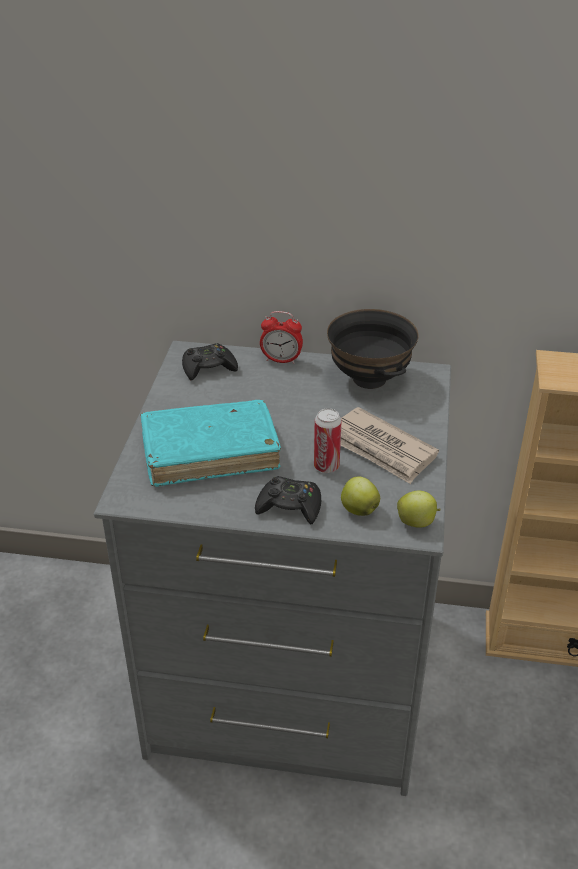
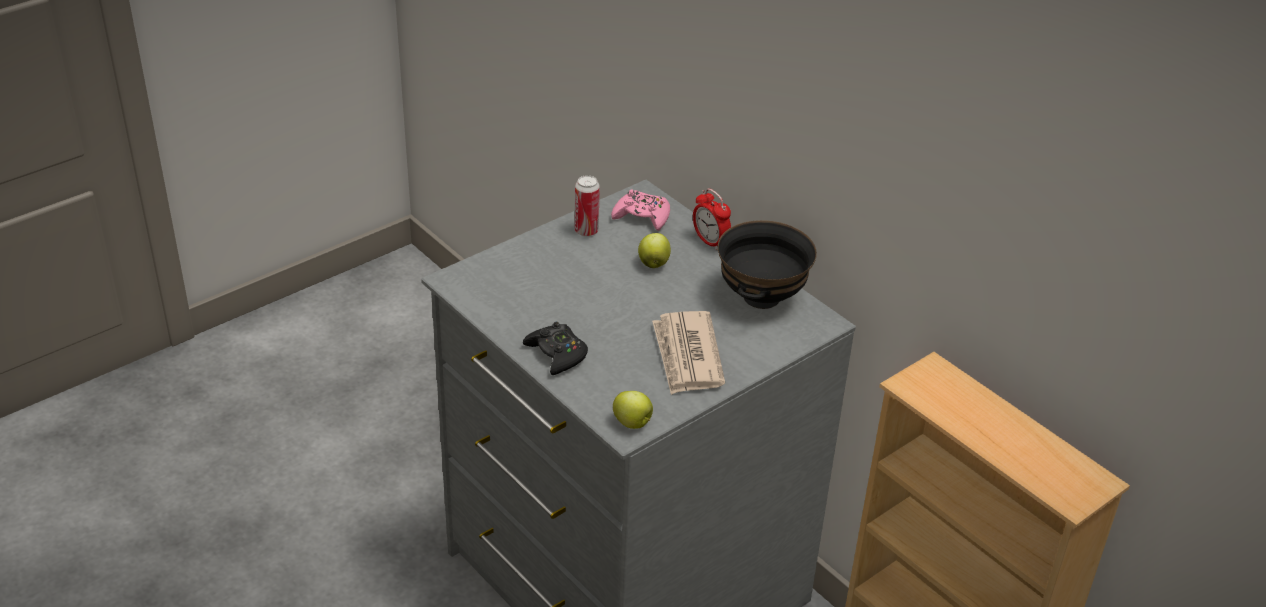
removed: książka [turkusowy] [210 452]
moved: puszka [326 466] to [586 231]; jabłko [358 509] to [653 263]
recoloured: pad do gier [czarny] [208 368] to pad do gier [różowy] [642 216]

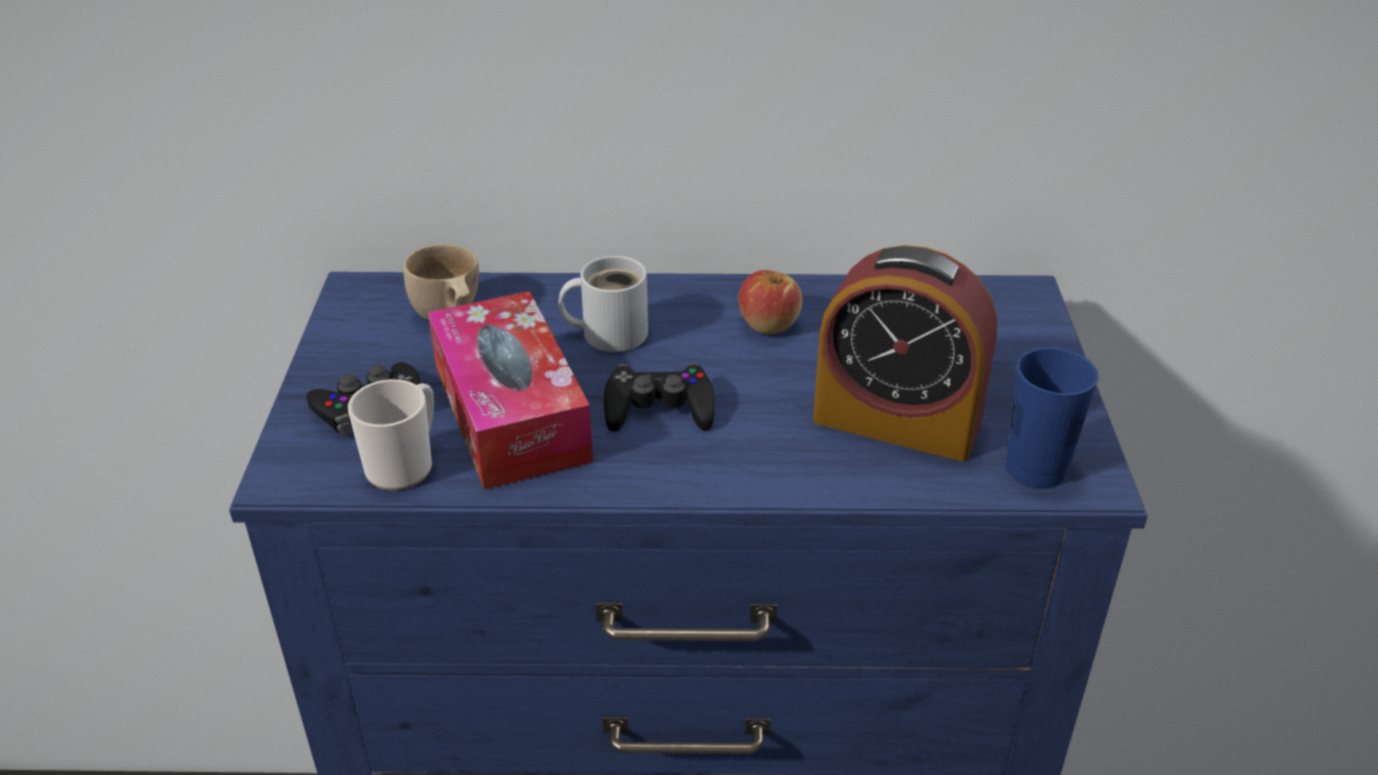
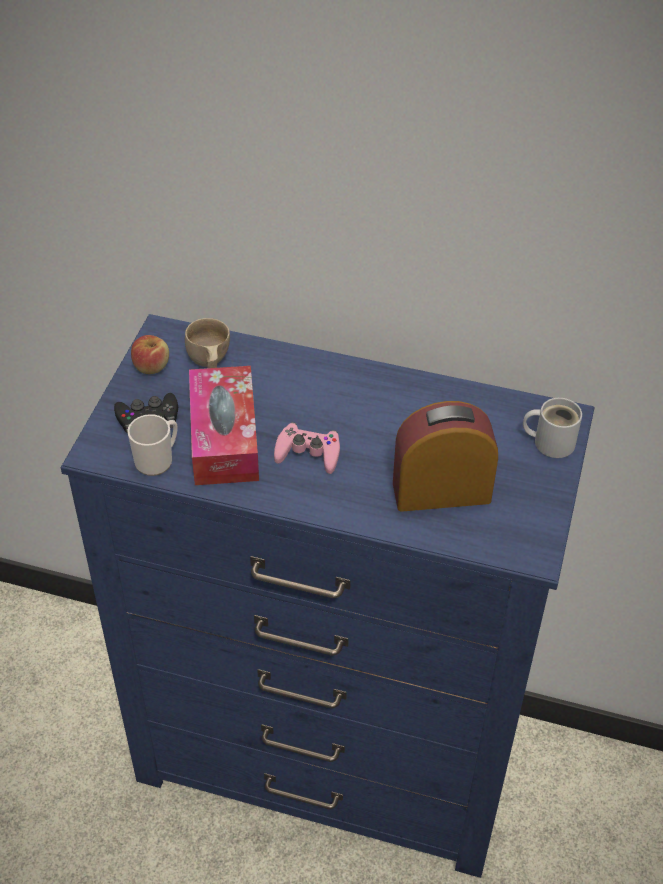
removed: filiżanka [niebieski] [1036 468]
moved: kubek [biały] [609 332] to [550 441]; jabłko [768 323] to [151 366]
recoloured: pad do gier [czarny] [659 408] to pad do gier [różowy] [308 453]
turned: budzik [896 422] = [441 492] 135 degrees clockwise

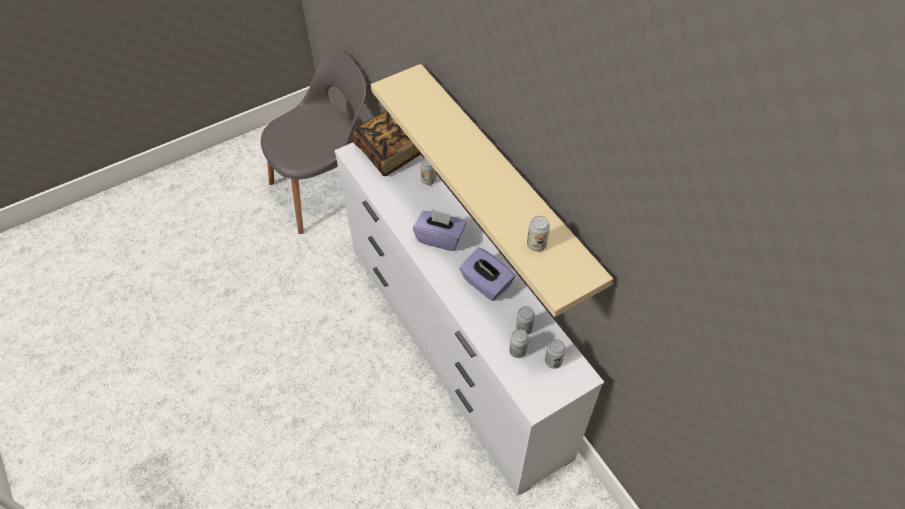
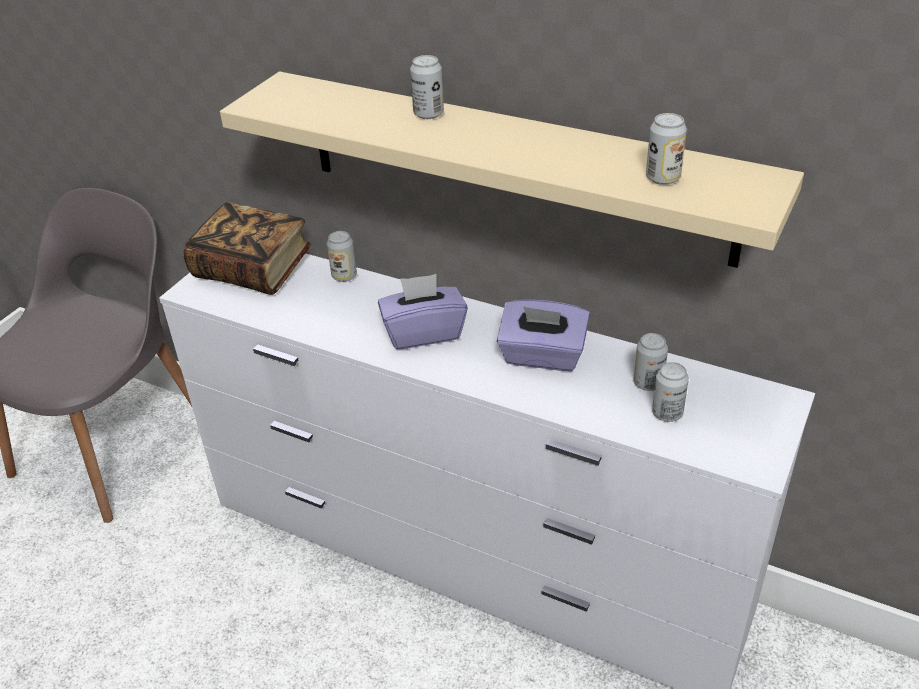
moved: puszka [553 361] to [428 114]

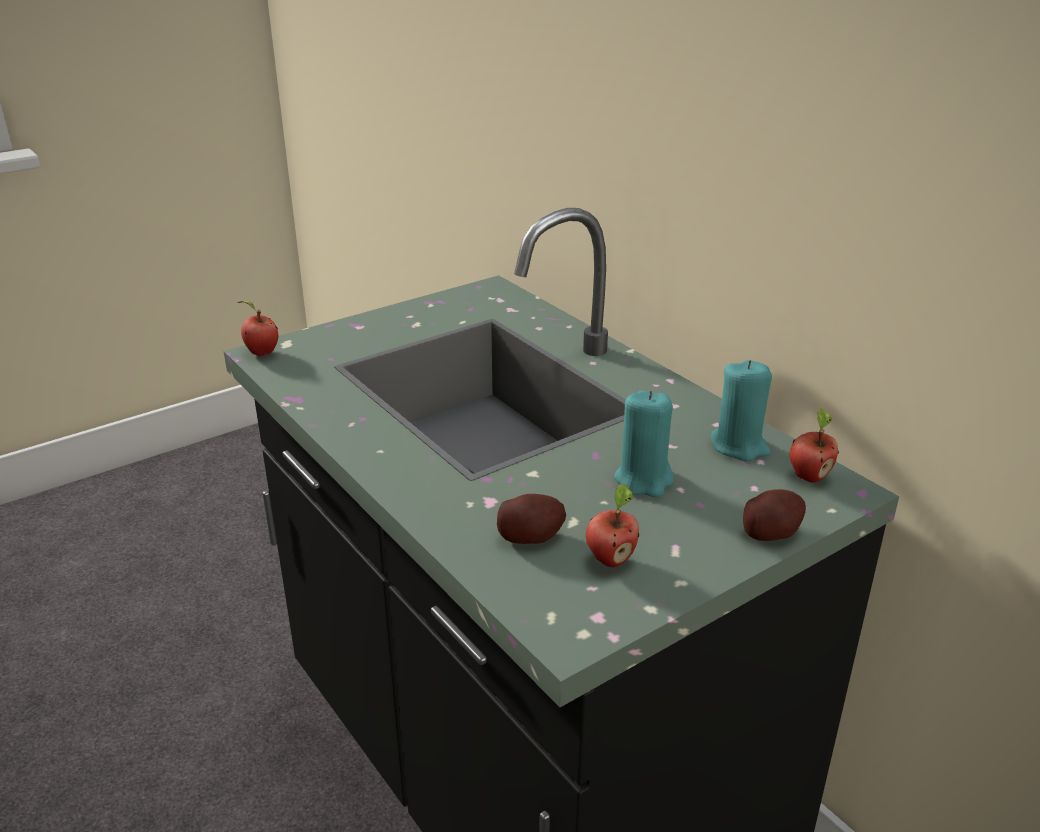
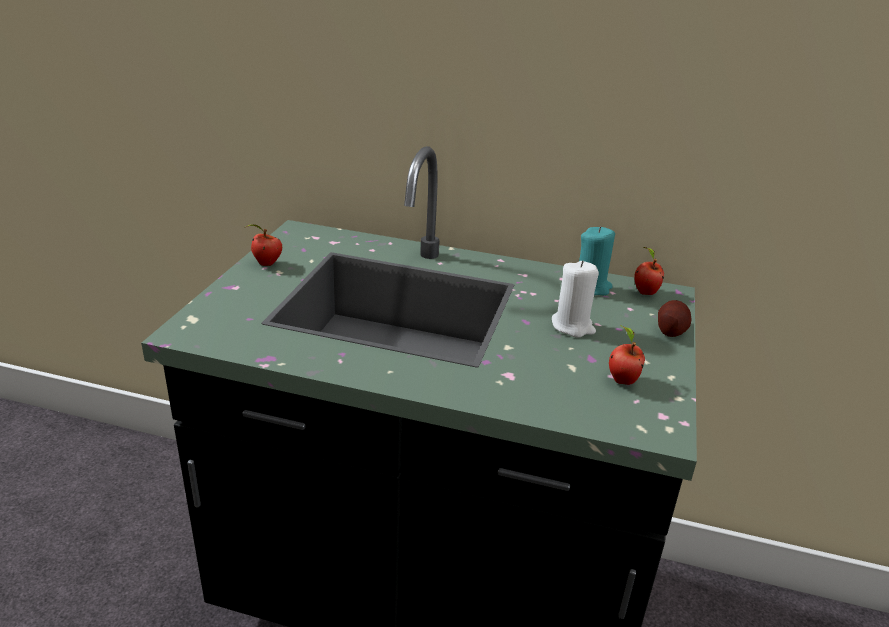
removed: ziemniak [531 536]
moved: jabłko [260 353] to [266 263]
recoloured: świeca [turkusowy] [644 480] to świeca [biały] [573 326]

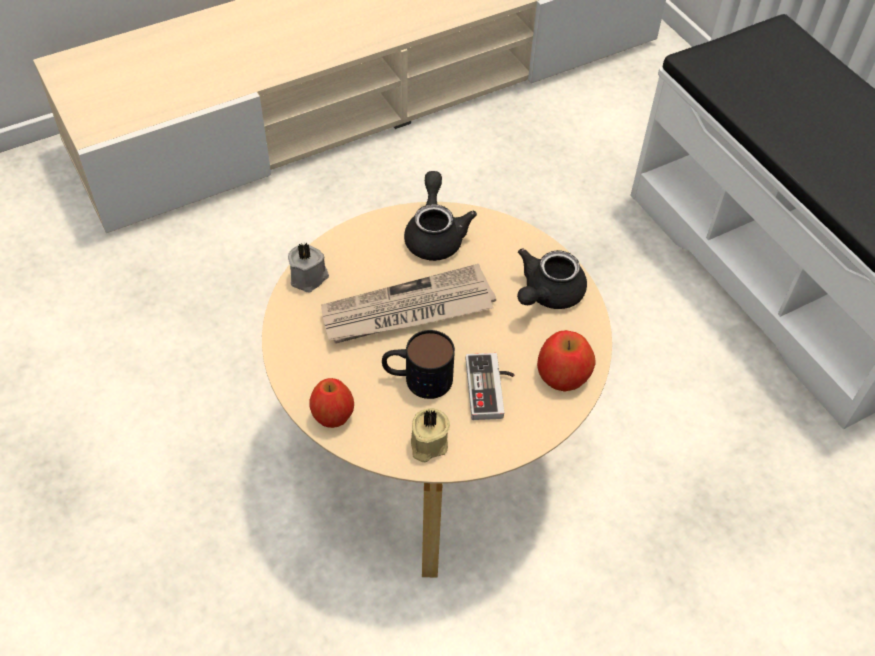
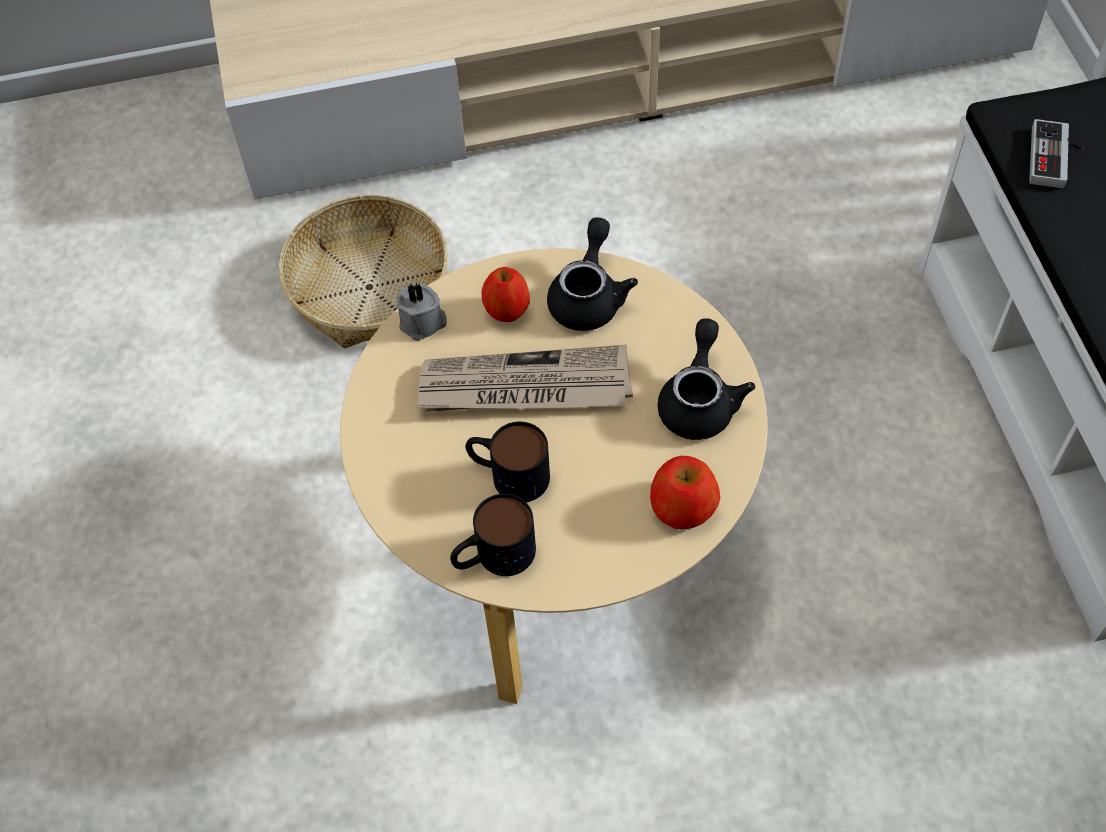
added: koszyk [368 287]
moved: pad do gier [491 389] to [1055 158]; jabłko [333 416] to [507 310]
replaced: świeca [beżowy] [427 444] to kubek [493 556]
turned: imbryk [czarny] [547 294] = [699 400] 135 degrees clockwise

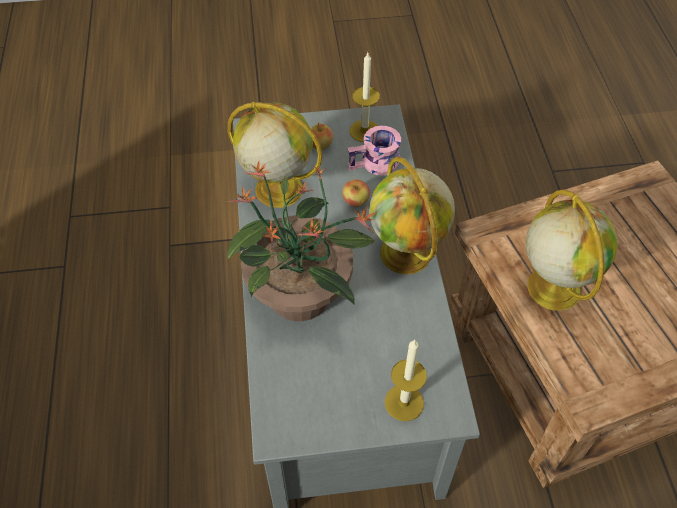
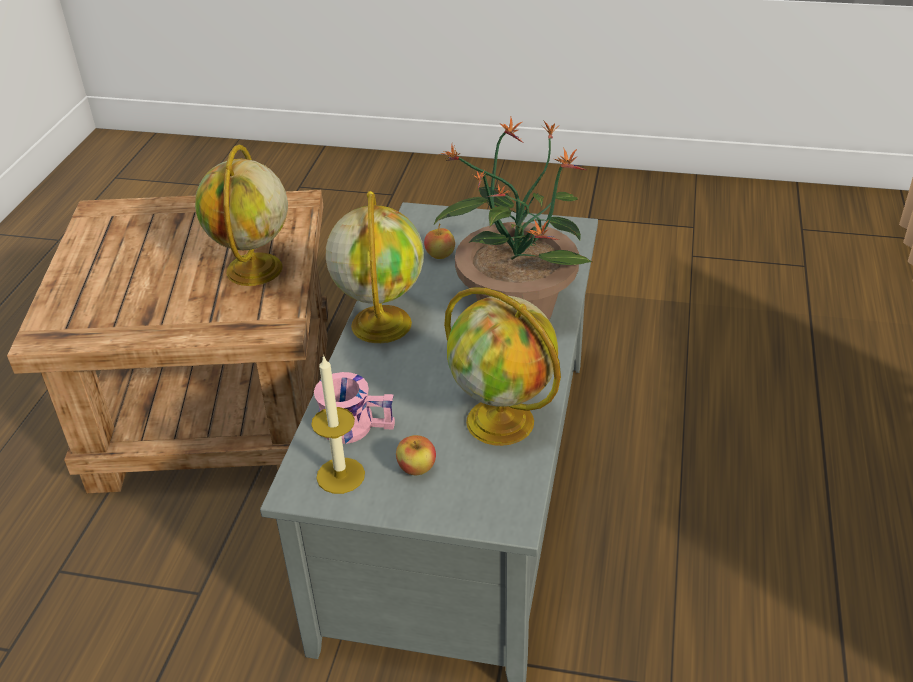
removed: świeca [404 402]
moved: jabłko [355 201] to [440 255]

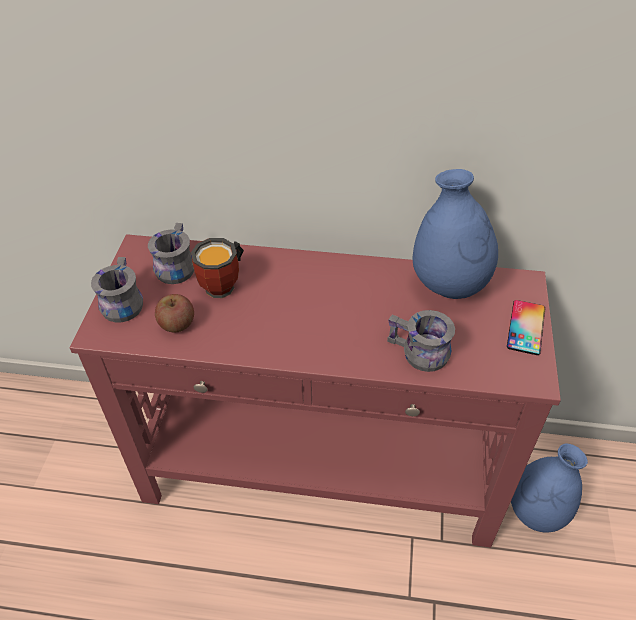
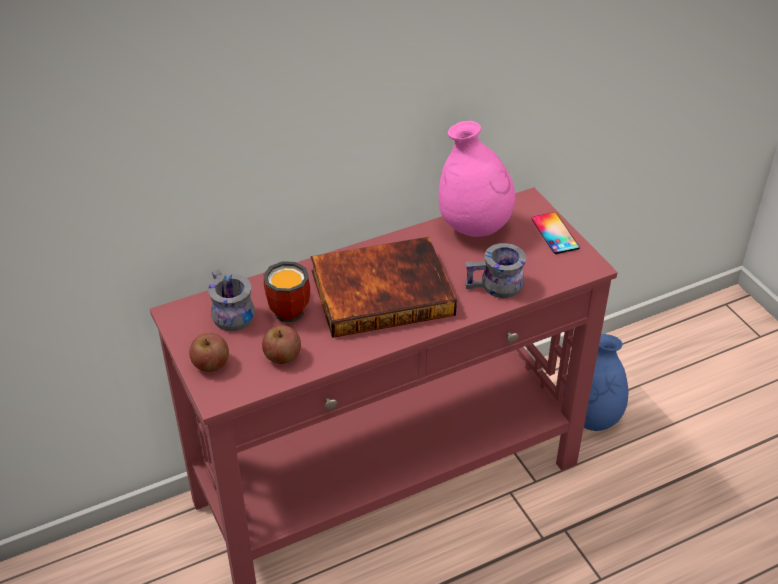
added: książka [382 290]
replaced: kubek [szary] [120 302] to jabłko [211 364]
recoloured: wazon [niebieski] [449 285] to wazon [różowy] [474 228]

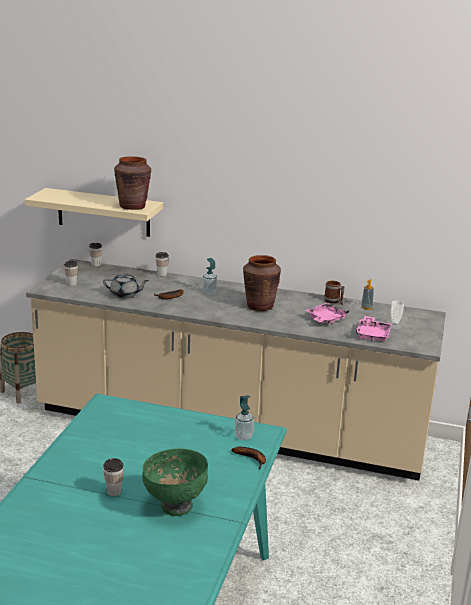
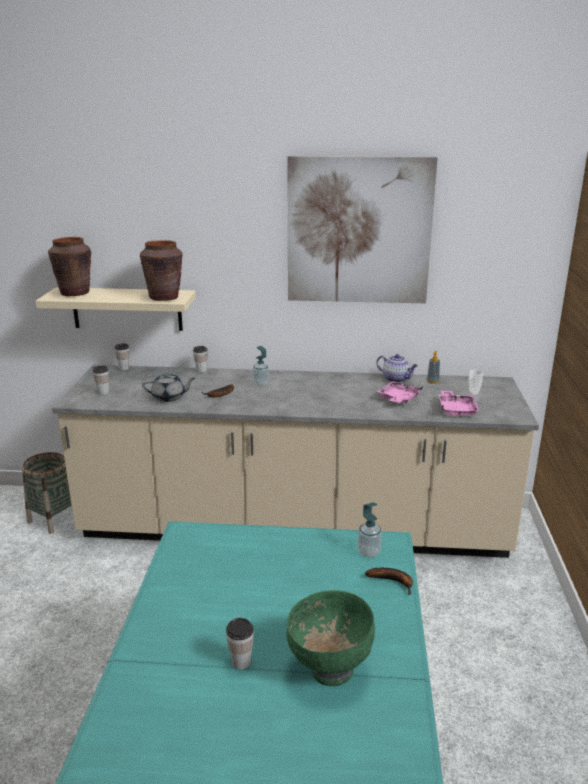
added: obraz [359 231]
moved: wazon [brązowy] [259 306] to [75 293]
replaced: kubek [334 301] to imbryk [396 379]

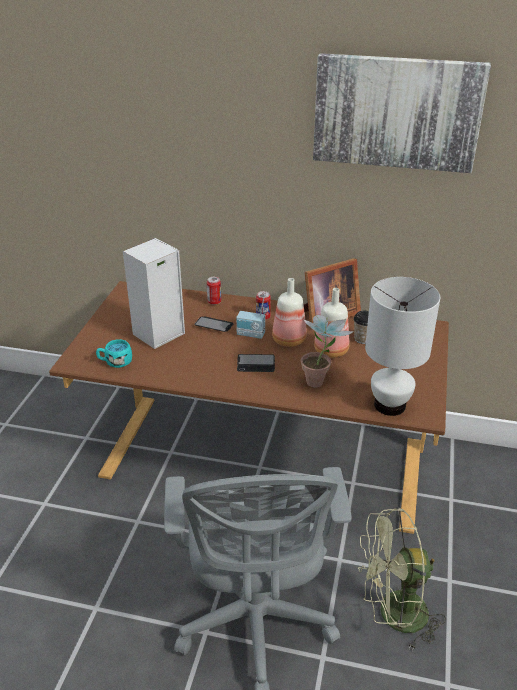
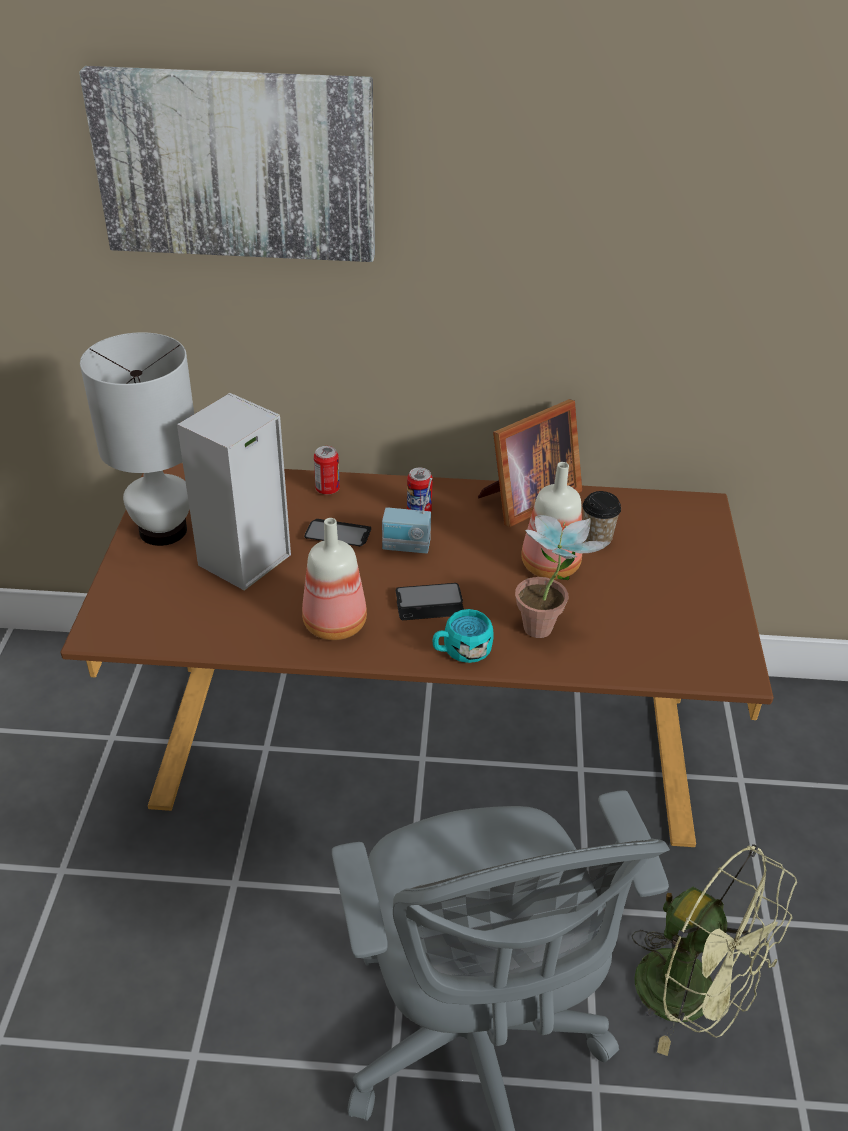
moved: obraz [397 112] to [236 164]; lampa stołowa [biały] [390 405] to [164 531]; butelka [288 339] to [333 623]; kubek [turkusowy] [115 362] to [461 651]
turned: wentylator [zielony] [393 615] = [692 996] 120 degrees counterclockwise

